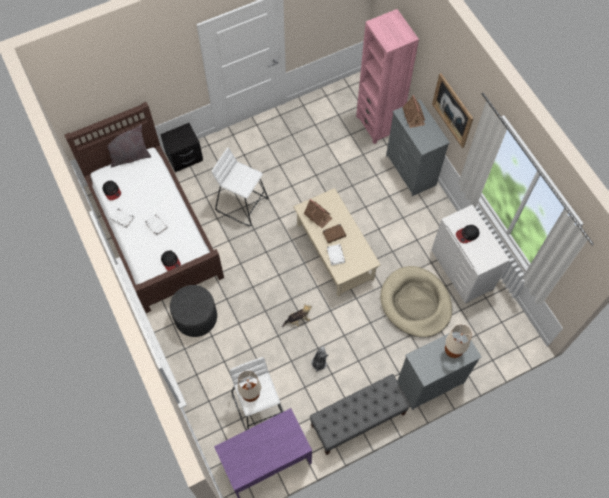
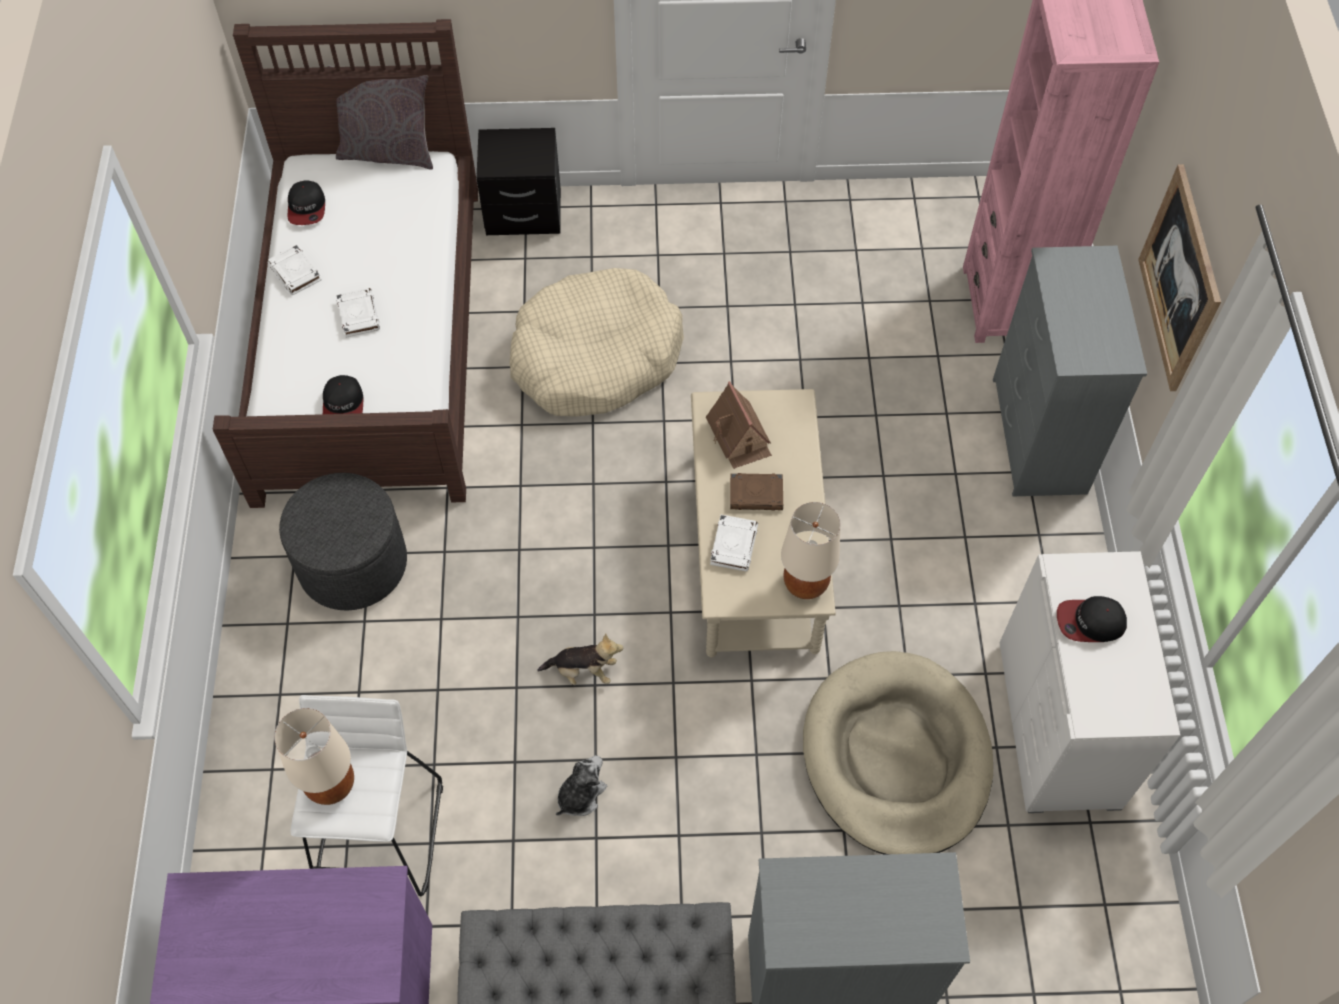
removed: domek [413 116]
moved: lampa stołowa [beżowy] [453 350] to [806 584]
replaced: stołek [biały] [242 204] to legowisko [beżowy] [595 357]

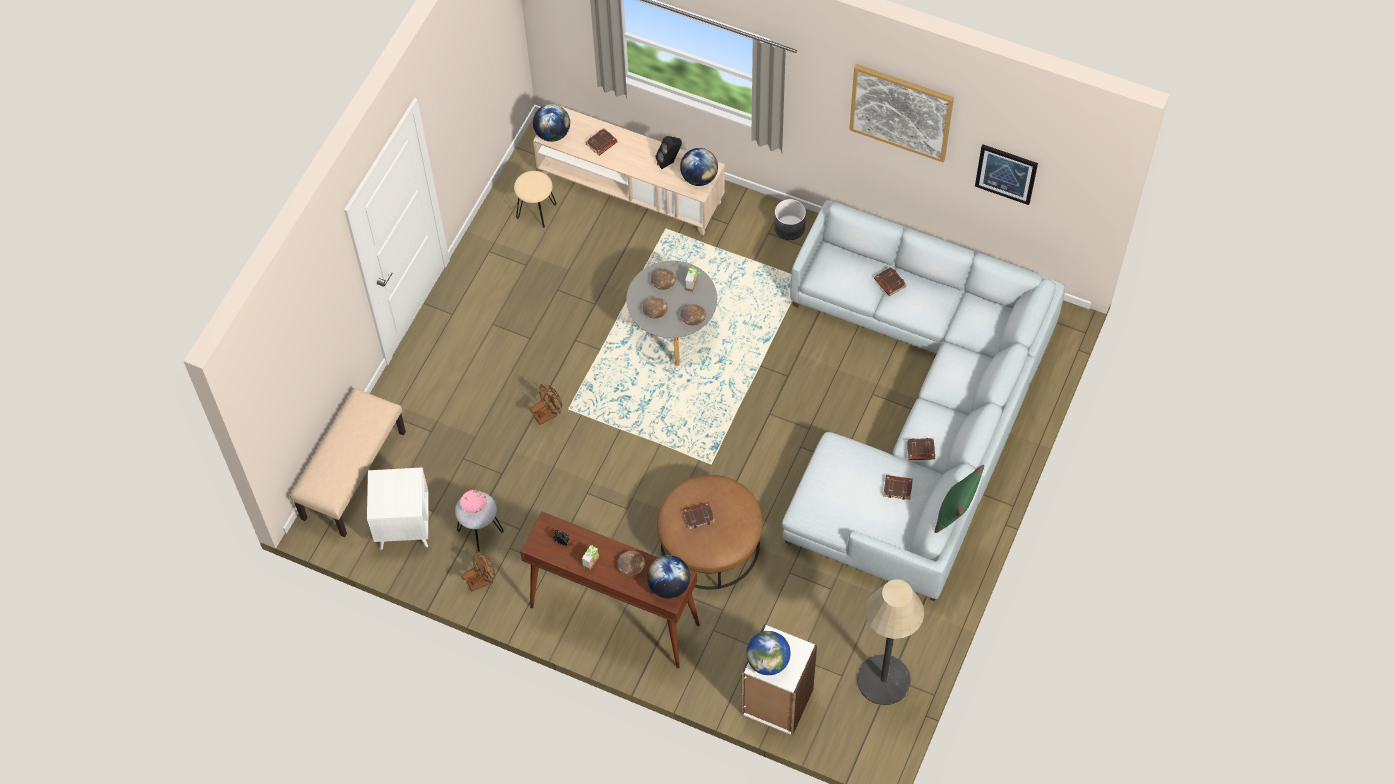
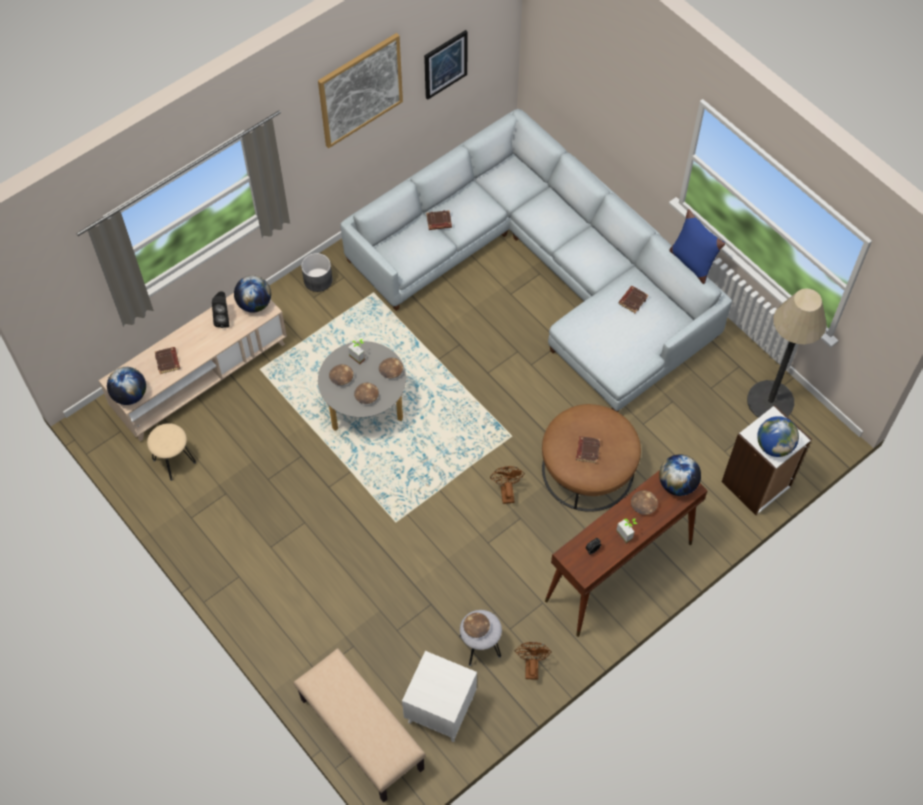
removed: książka [brązowy] [920 451]
moved: wentylator [brązowy] [548 414] to [506 491]
recoloured: poduszka [zielony] [955 512] to poduszka [niebieski] [692 262]; miska [różowy] [474 504] to miska [brązowy] [476 627]

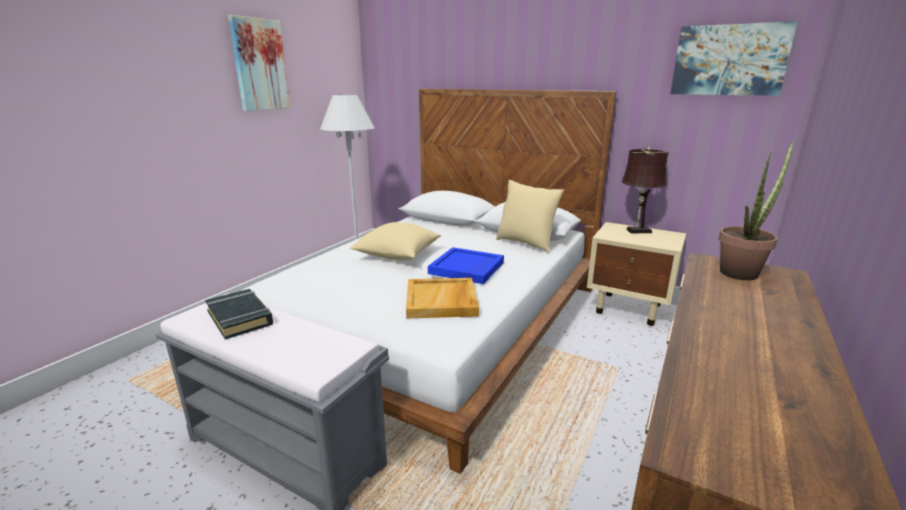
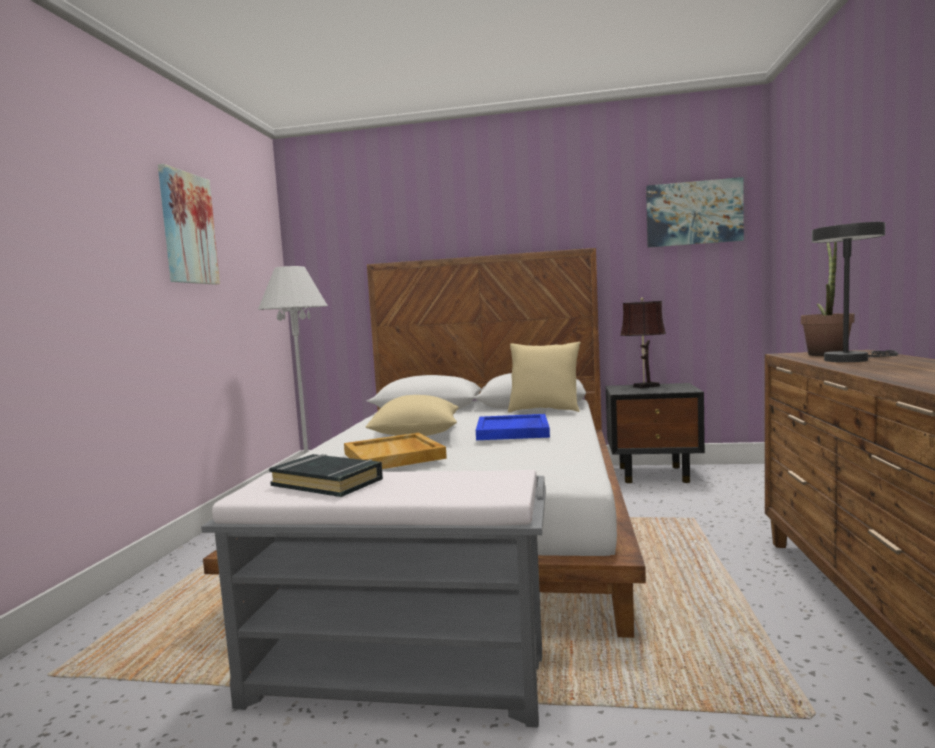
added: lampa stołowa [szary] [850 359]
moved: taca [beżowy] [442 301] to [394 456]
recoloured: szafka nocna [beżowy] [629 309] to szafka nocna [czarny] [654 474]

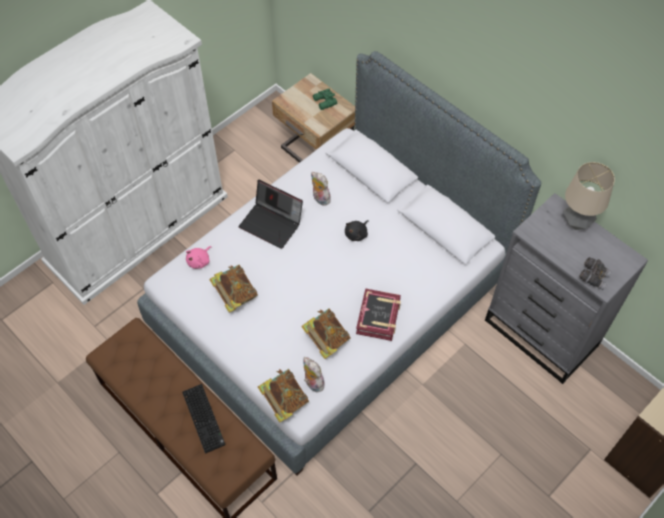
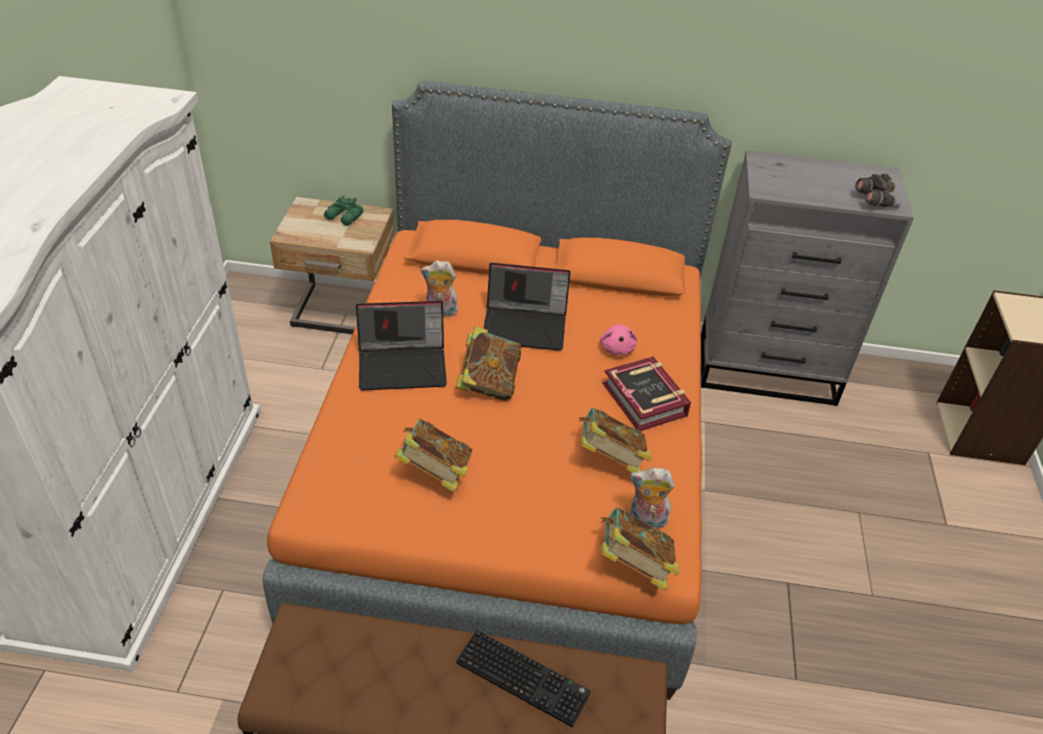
removed: lampa stołowa [576 223]
added: książka [488 383]
moved: pluszak [różowy] [199 261] to [617 348]
replaced: pluszak [czarny] [357 234] to laptop [526 326]
recoloured: łóżko [szary] [331 303] to łóżko [pomarańczowy] [513 462]

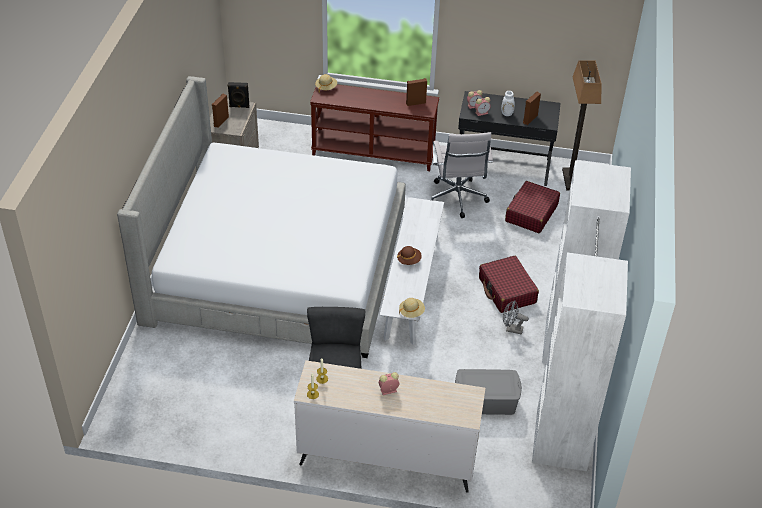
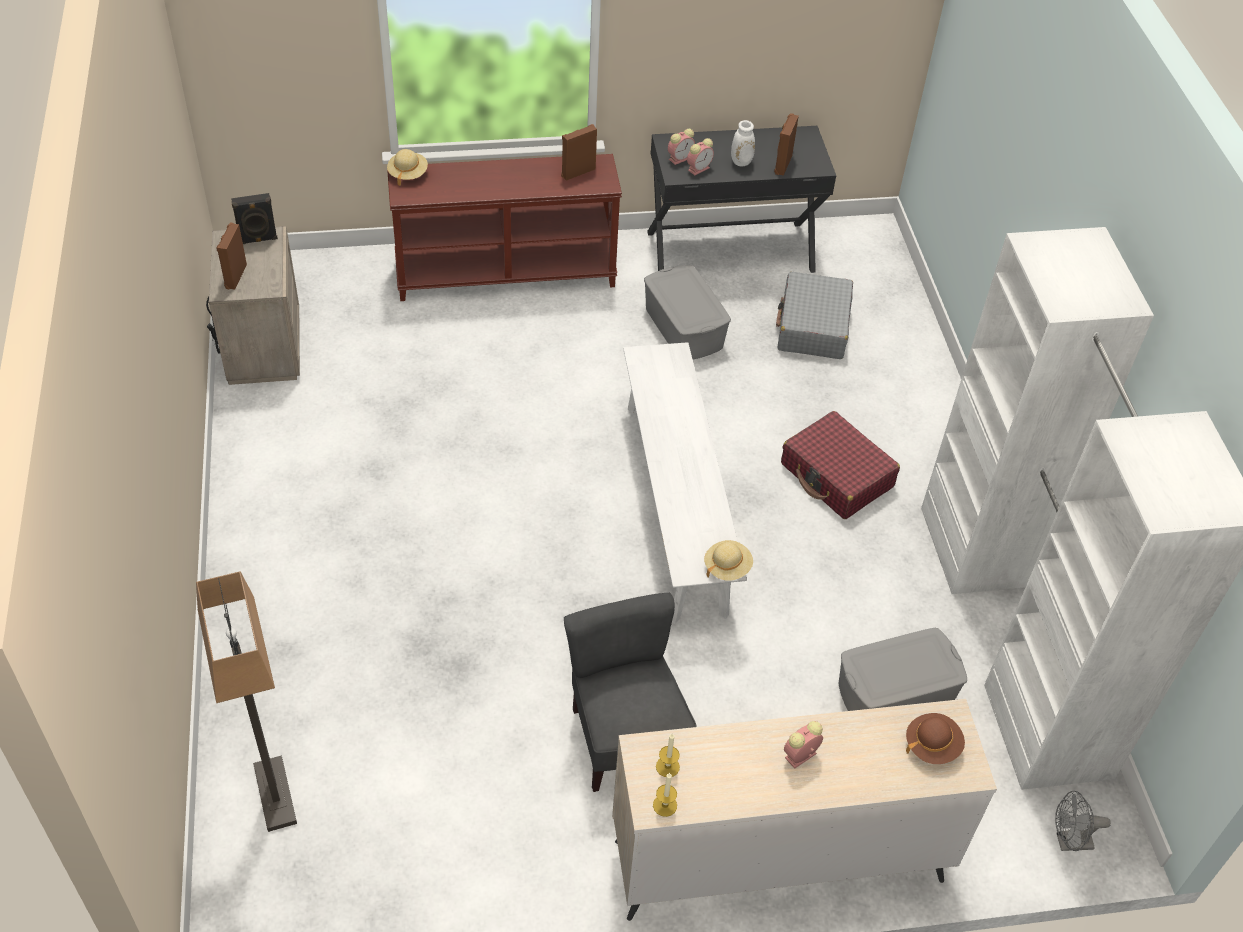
removed: łóżko [277 266]
moved: lampa stojąca [569 179] to [274 794]; kapelusz [brązowy] [409 260] to [932 745]; wentylator [szary] [511 329] to [1068 842]
replaced: krzesło biurowe [biały] [457 200] to pojemnik do przechowywania [szary] [683 328]
recoloured: walizka [czerwony] [531 213] to walizka [szary] [812 326]

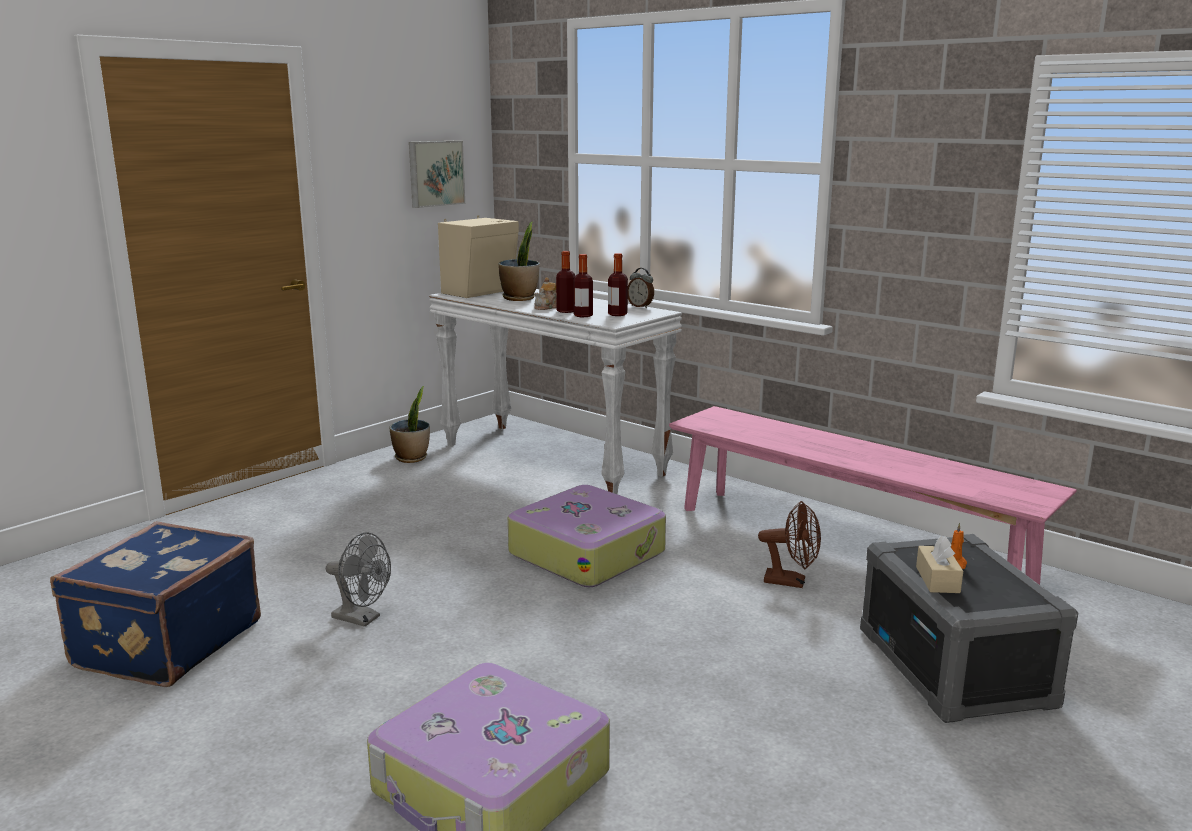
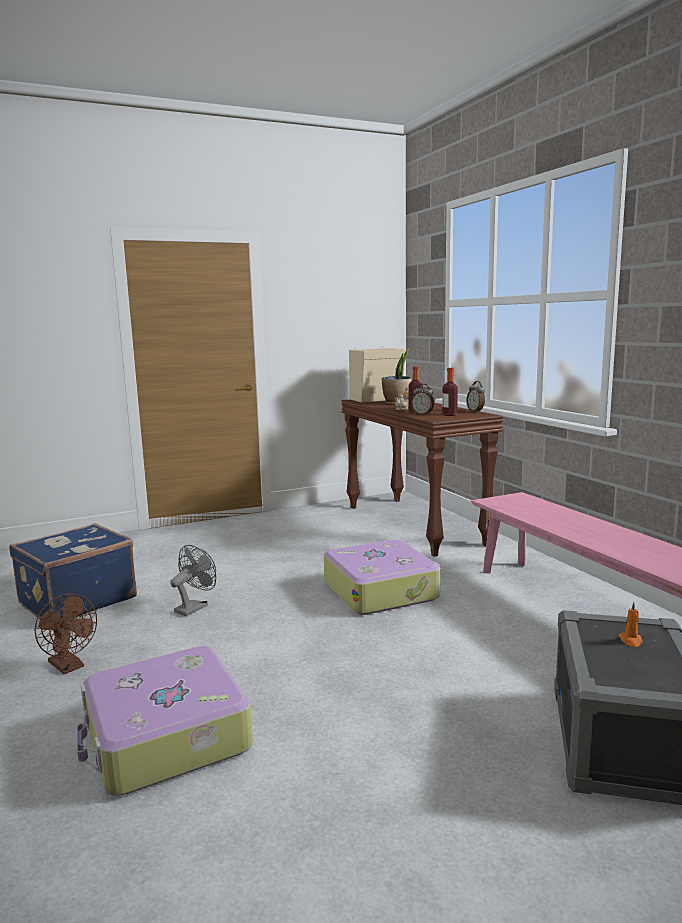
removed: obraz [435 173]; roślina doniczkowa [412 458]; pudełko chusteczek [beżowy] [937 580]
moved: wentylator [brązowy] [791 582] to [69 667]
replaced: butelka [583 315] to budzik [422 414]
recoloured: stolik konsolowy [biały] [553 459] to stolik konsolowy [brązowy] [414 524]
turned: wentylator [szary] [362 619] = [195 607] 105 degrees counterclockwise

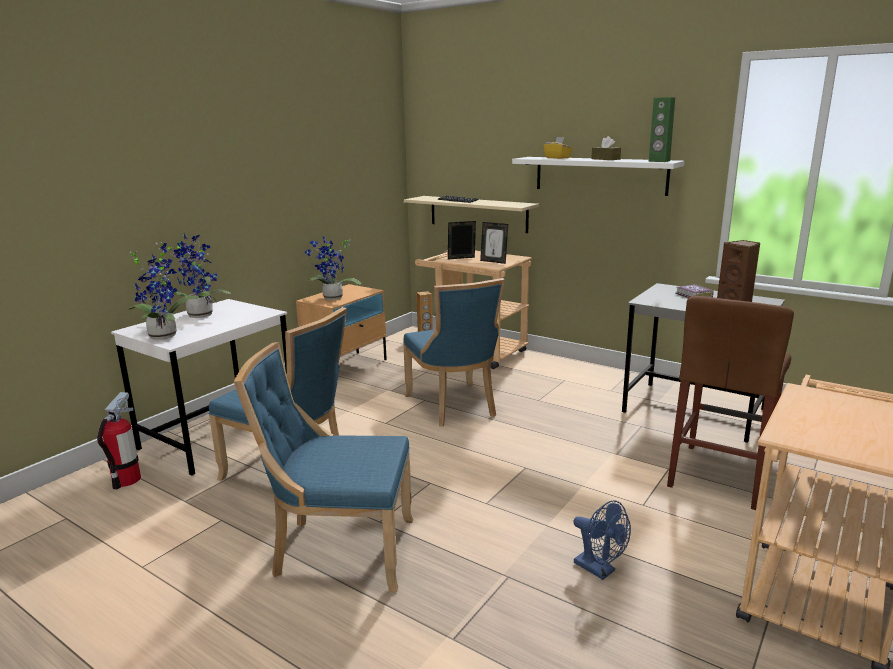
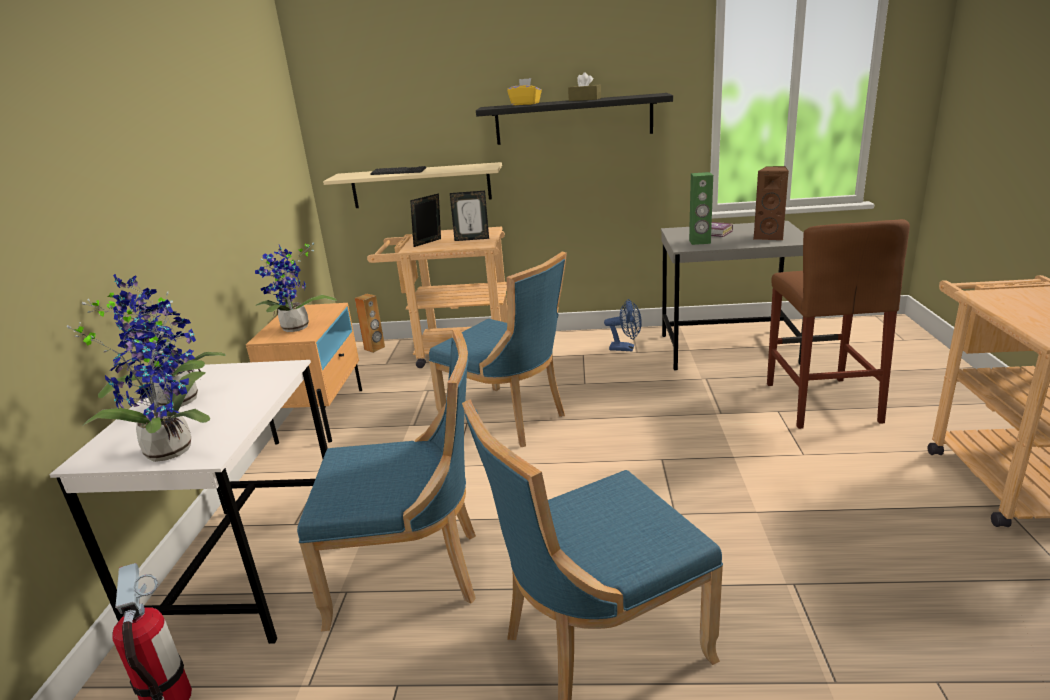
moved: głośnik [zielony] [659 161] to [699 242]; wentylator [niebieski] [599 570] to [626 348]
recoloured: półka [biały] [600 175] to półka [czarny] [573 119]

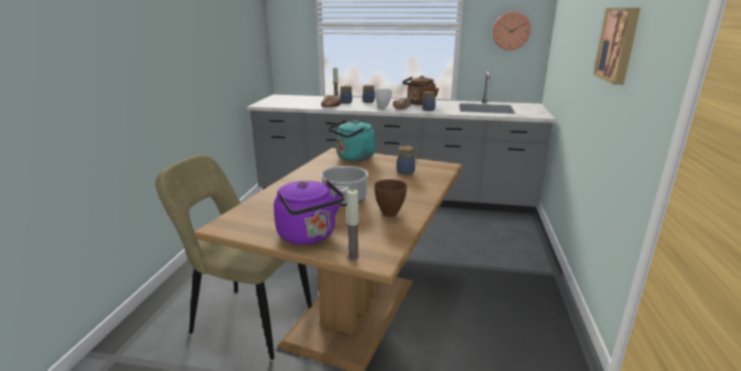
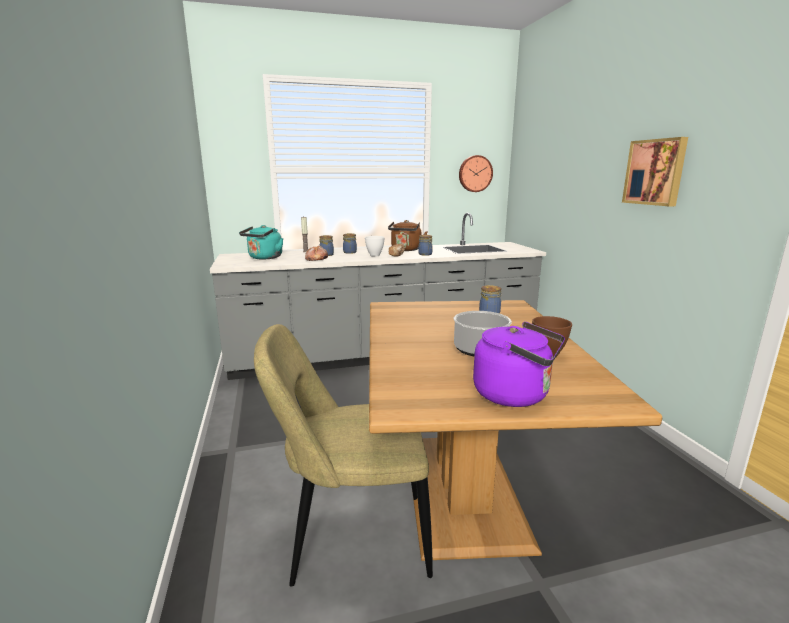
removed: świeca [353 257]
moved: czajnik [turkusowy] [353 158] to [264 258]

